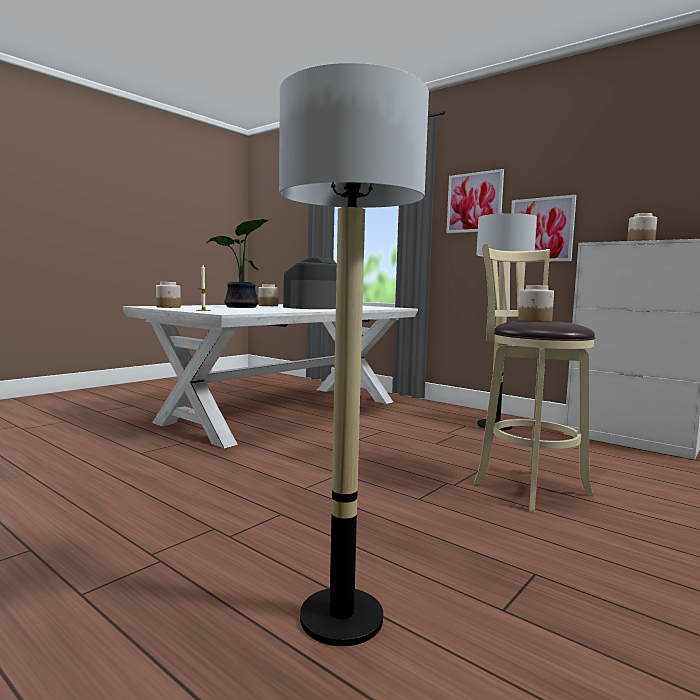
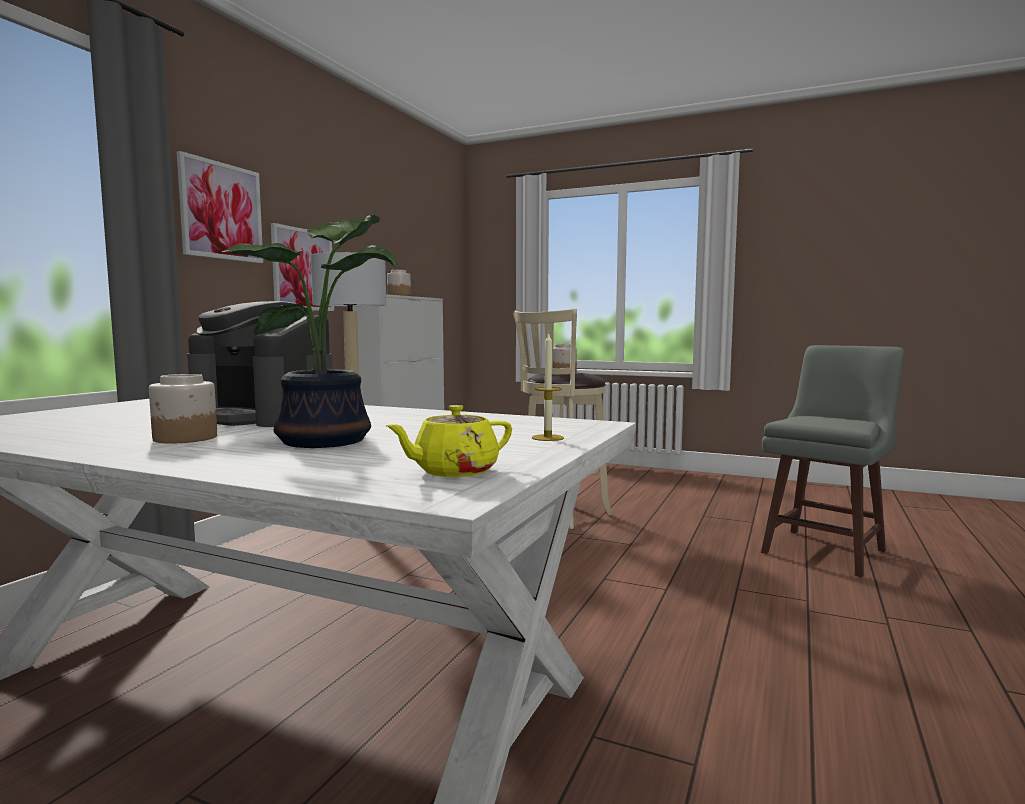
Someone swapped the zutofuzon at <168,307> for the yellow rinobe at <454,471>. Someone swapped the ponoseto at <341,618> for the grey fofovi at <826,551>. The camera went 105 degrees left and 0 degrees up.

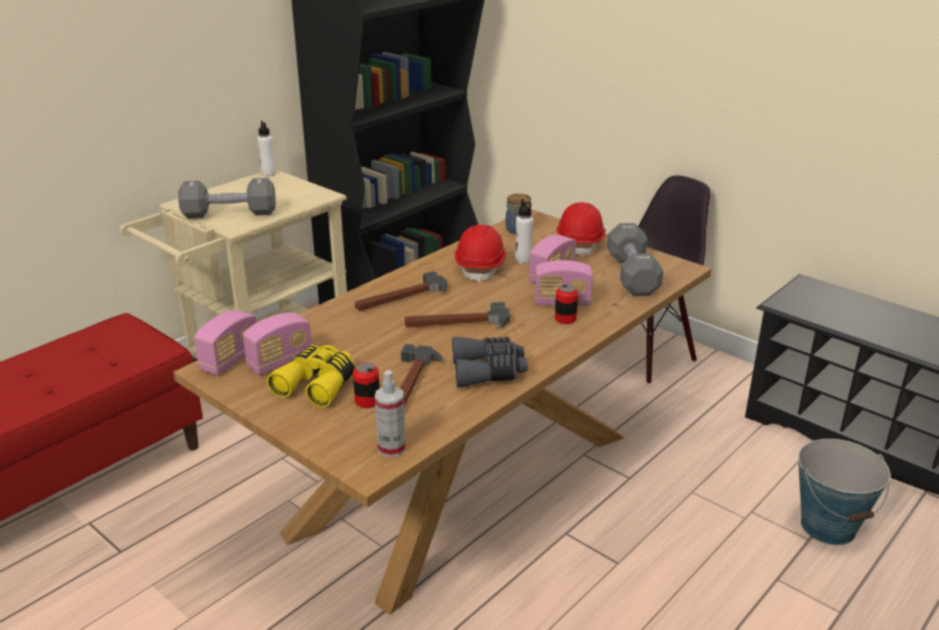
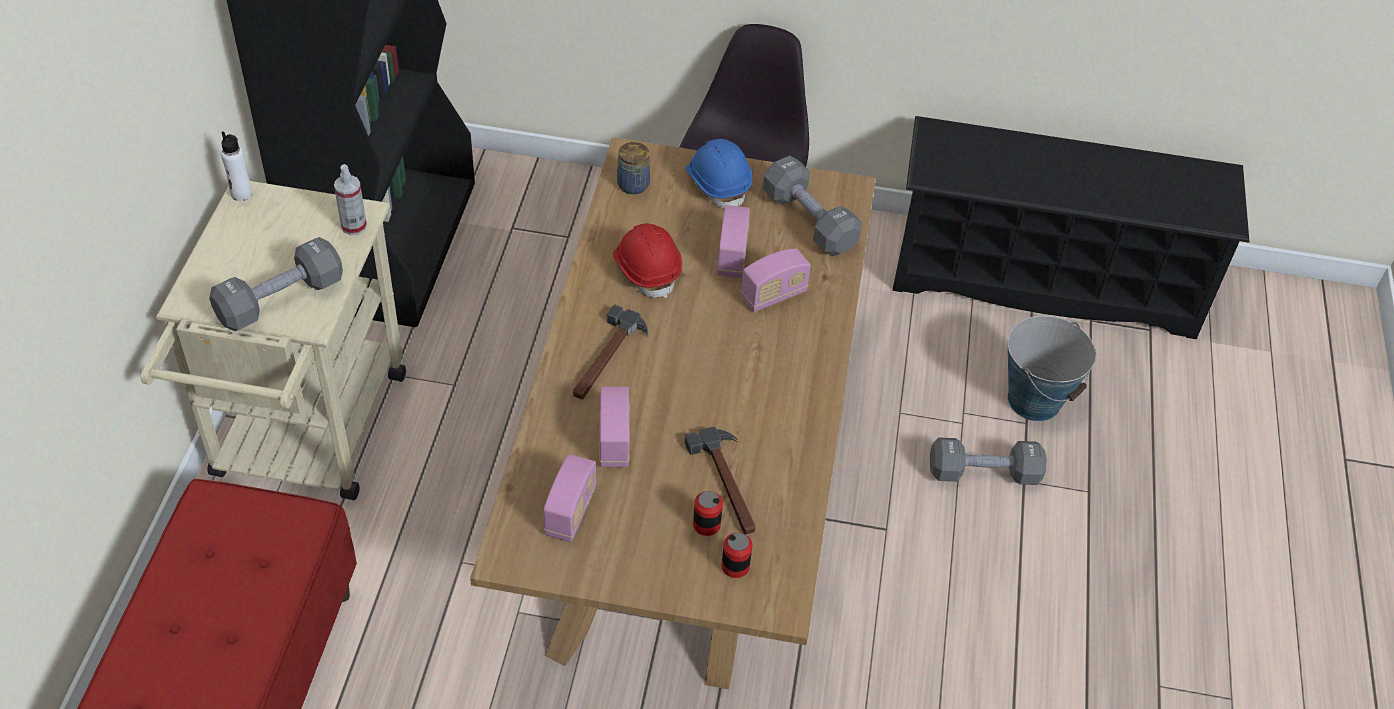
Someone took away the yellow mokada at <318,384>. Someone took away the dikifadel at <457,323>. Someone took away the grey mokada at <488,371>. Someone took away the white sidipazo at <523,259>. Someone put down the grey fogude at <983,473>. Someone carried the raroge from <230,360> to <614,441>. Someone carried the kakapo from <392,448> to <354,226>. Someone carried the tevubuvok from <565,319> to <735,566>. Someone repainted the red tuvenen at <580,243>, which became the blue tuvenen at <718,184>. The camera went 35 degrees left and 20 degrees up.

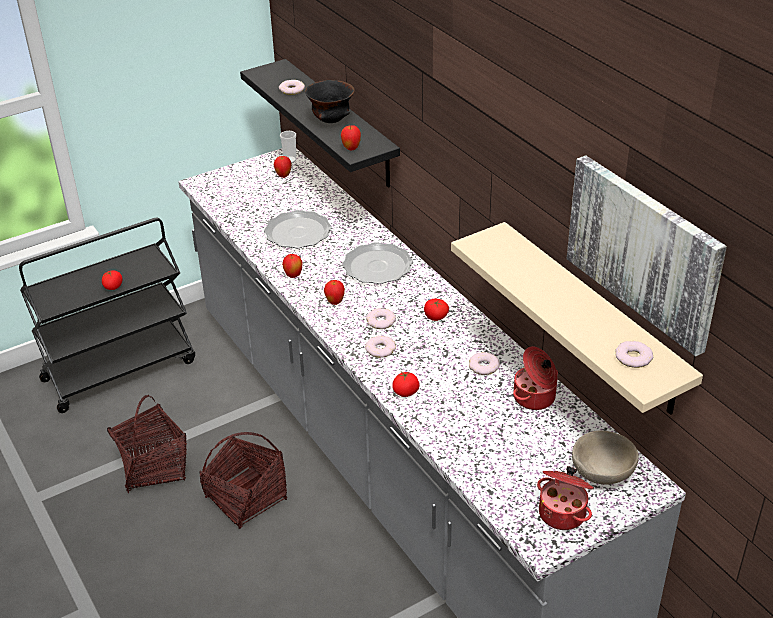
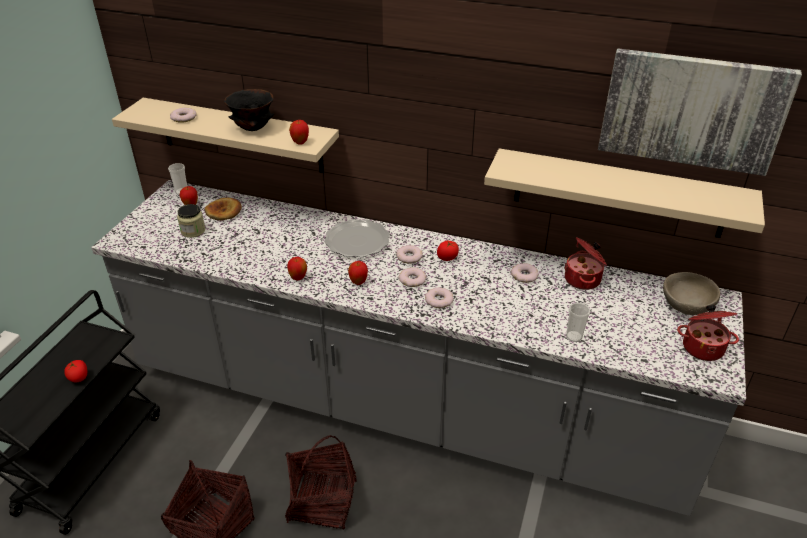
Someone took away the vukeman at <298,232>. Someone took away the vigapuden at <406,392>. Someone put down the zutofuzon at <193,231>. Someone put down the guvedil at <224,212>. Someone put down the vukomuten at <574,336>. Someone carried the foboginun from <633,357> to <409,257>. Someone repainted the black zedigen at <340,123>, which became the beige zedigen at <240,135>. The camera went 40 degrees left and 0 degrees up.

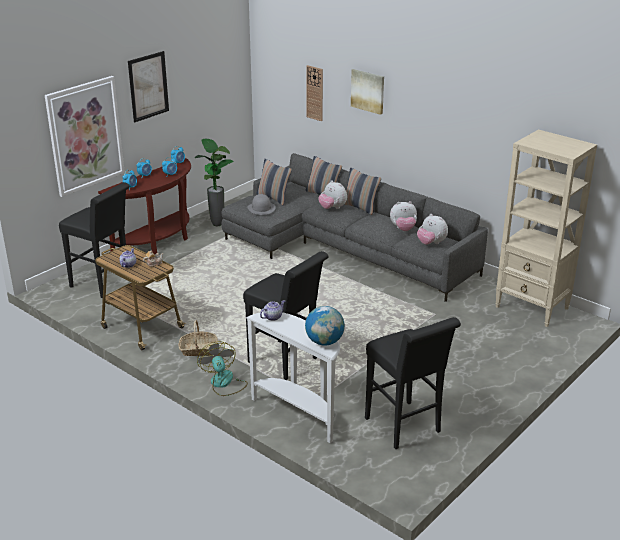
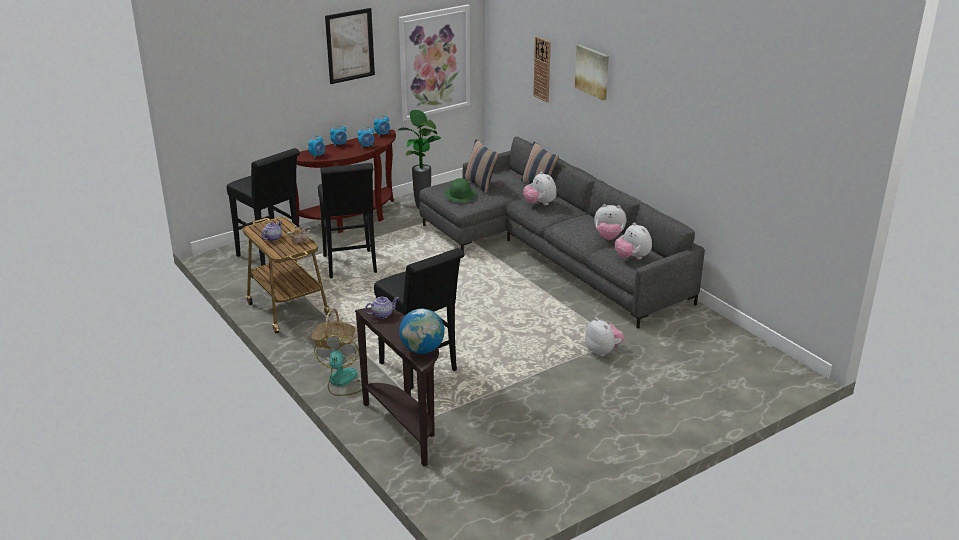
Someone took away the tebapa at <360,207>. Someone took away the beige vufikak at <532,308>. Someone put down the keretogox at <603,351>. Someone carried the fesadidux from <85,135> to <434,62>. Someone carried the black fofovi from <405,428> to <350,267>. Someone repainted the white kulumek at <298,413>, which became the brown kulumek at <405,428>. Someone repainted the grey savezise at <261,208>, which became the green savezise at <460,194>. The camera went 15 degrees right and 0 degrees up.

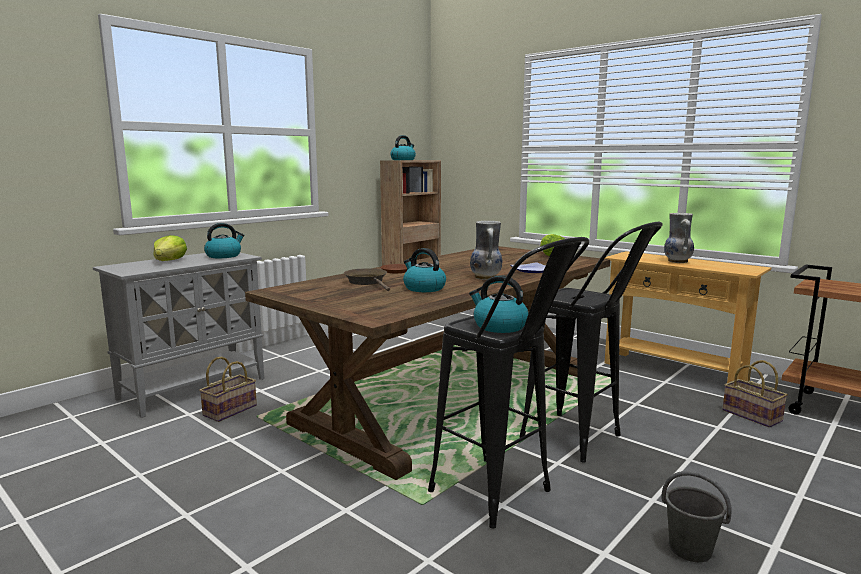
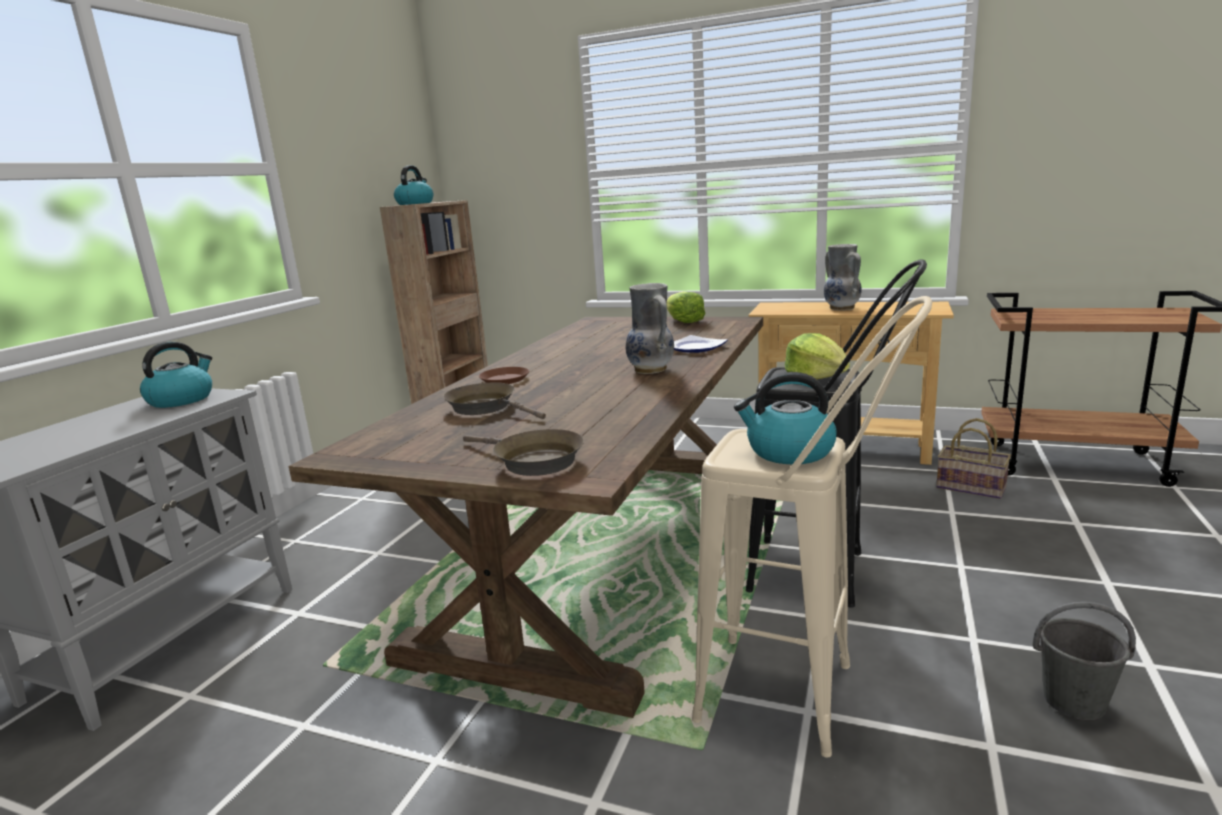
Someone took away the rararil at <230,410>. Someone took away the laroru at <423,288>. Someone put down the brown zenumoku at <533,461>. Someone carried the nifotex from <170,261> to <816,378>. Someone repainted the black fofovi at <504,499>, which became the beige fofovi at <803,699>. The camera went 20 degrees left and 5 degrees up.

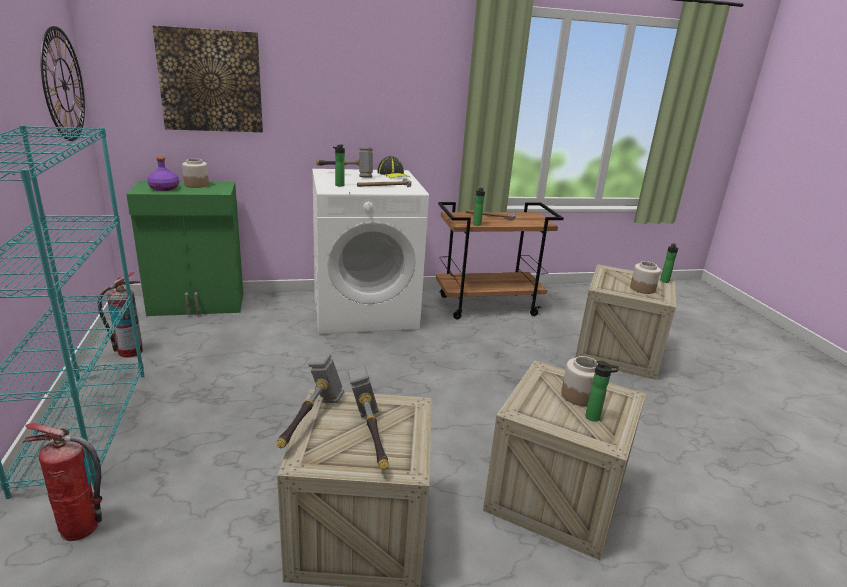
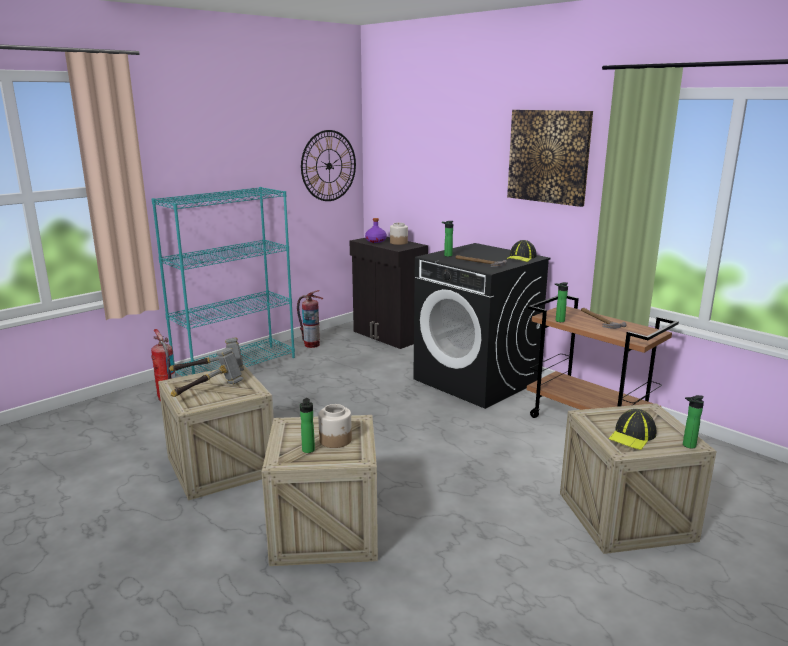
Someone took away the dikifadel at <346,175>. Someone carried the fesadidux from <211,81> to <548,156>. Someone swapped the zutofuzon at <642,289> for the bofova at <632,436>. Someone repainted the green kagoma at <197,304>, which became the black kagoma at <388,336>. Someone repainted the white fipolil at <365,310>, which became the black fipolil at <477,381>. The camera went 60 degrees right and 5 degrees down.

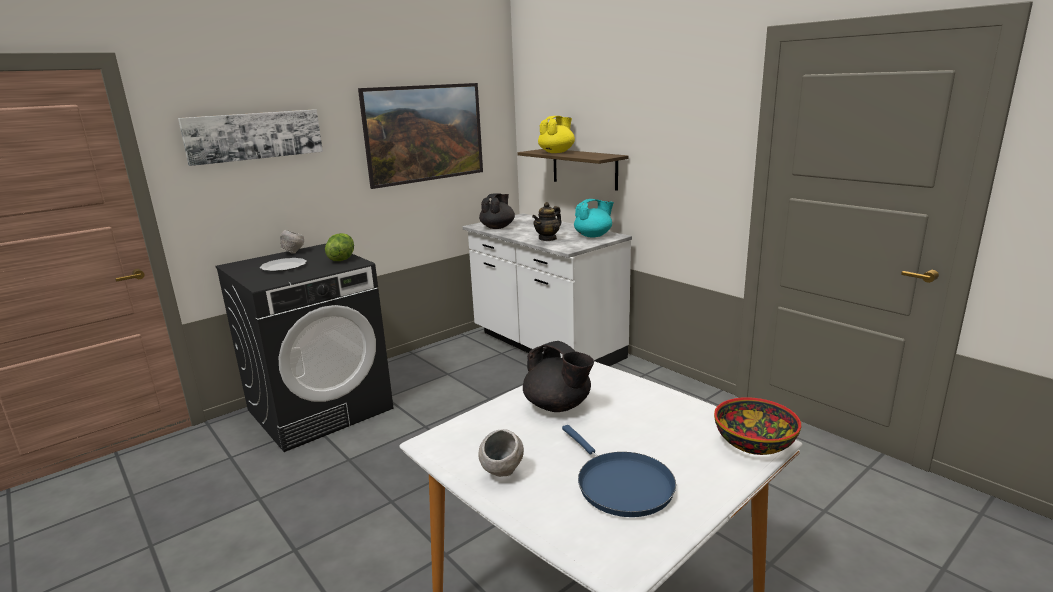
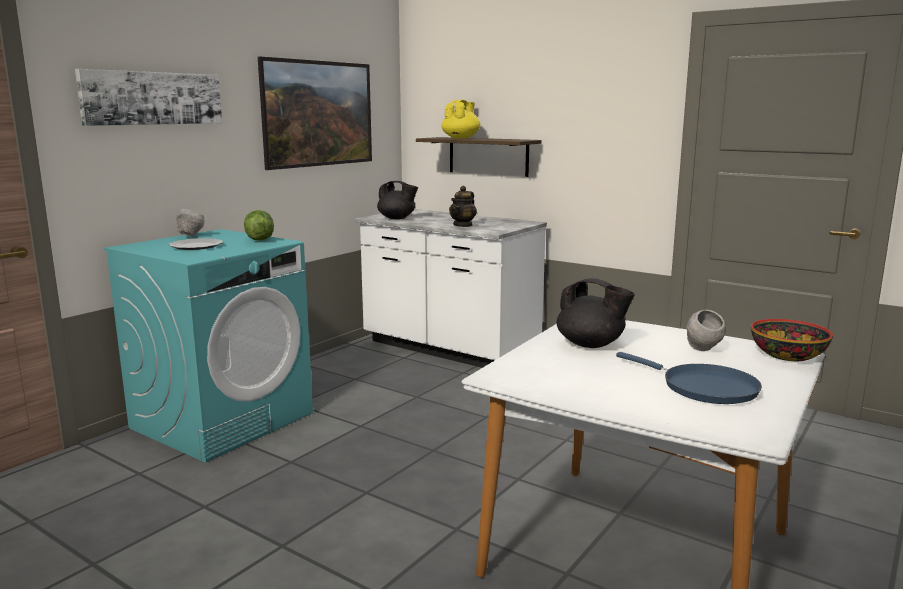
Someone took away the turquoise rinobe at <593,236>. Someone carried the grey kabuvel from <502,475> to <703,350>. Someone repainted the black fipolil at <320,409>, which became the turquoise fipolil at <223,420>. Someone rotated the black rinobe at <498,227> by 105 degrees clockwise. The camera went 15 degrees left and 5 degrees down.

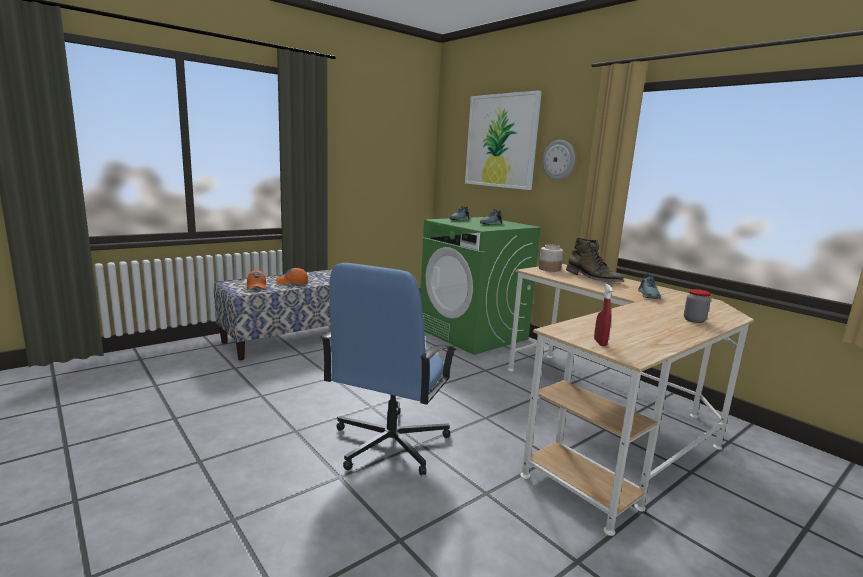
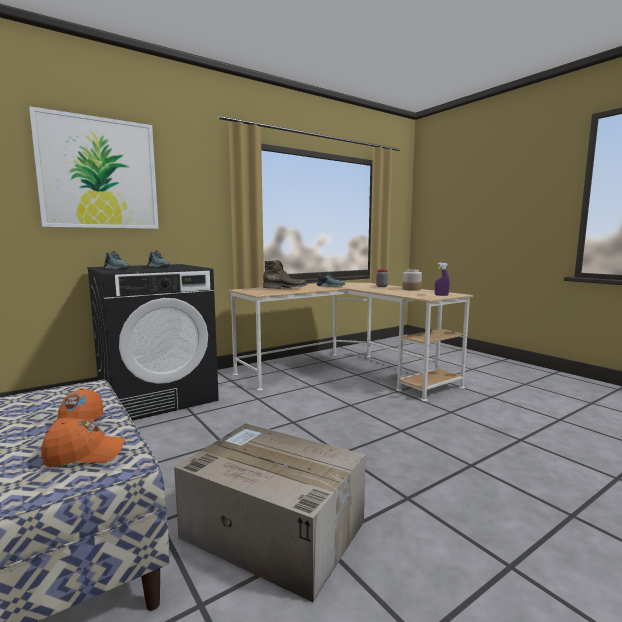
Someone took away the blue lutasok at <389,444>. Someone took away the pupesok at <559,160>. Someone put down the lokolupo at <271,529>. Someone carried the zutofuzon from <549,269> to <411,289>. Someone repainted the green fipolil at <473,334>, which became the black fipolil at <158,397>. Someone repainted the red kakapo at <600,342>, which became the purple kakapo at <441,295>. The camera went 85 degrees left and 5 degrees down.

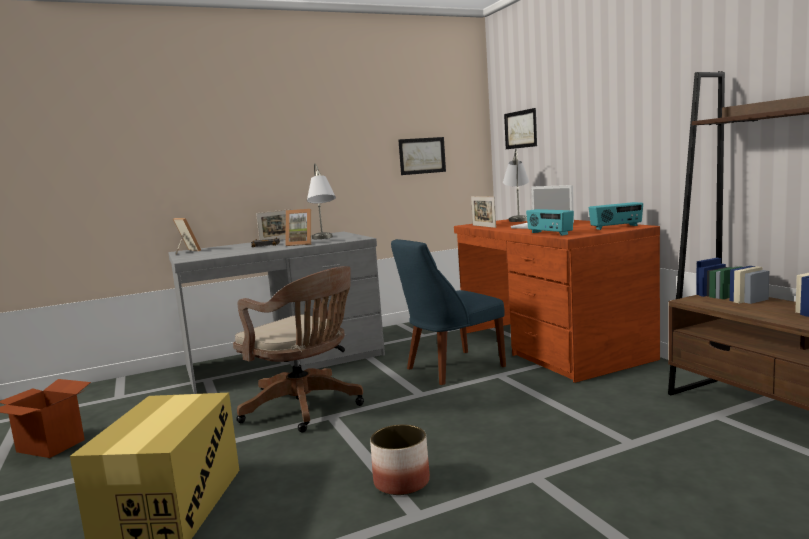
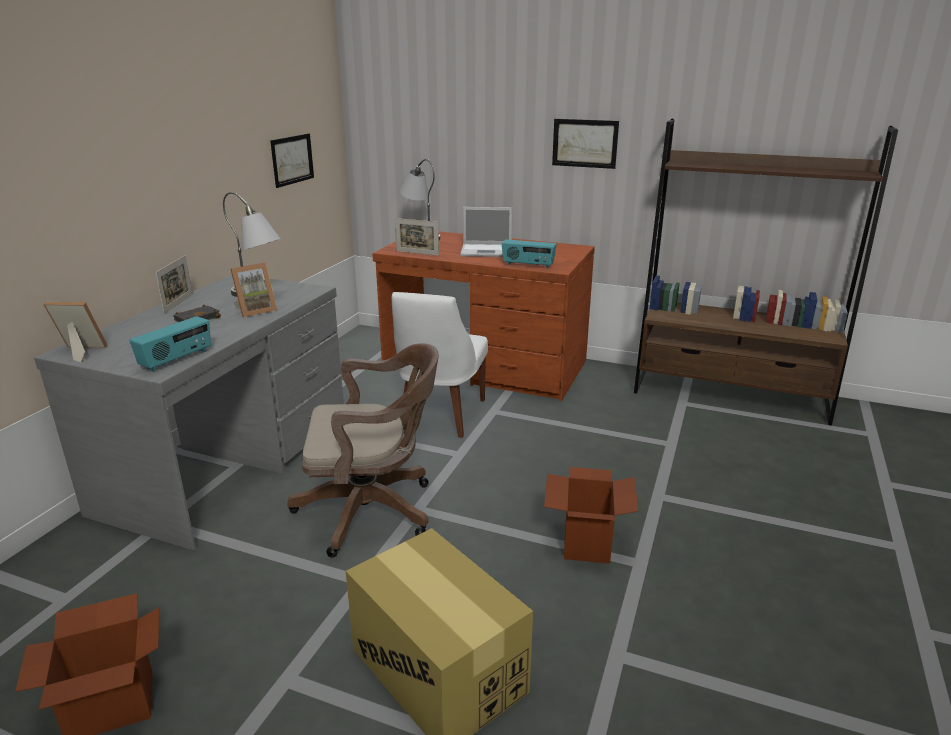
Someone carried the fesadidux from <520,129> to <585,143>. Someone carried the raroge from <616,227> to <177,360>. Someone swapped the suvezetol at <402,482> for the lokolupo at <586,542>. Someone repainted the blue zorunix at <451,368>, which became the white zorunix at <440,416>. The camera went 45 degrees left and 15 degrees up.

